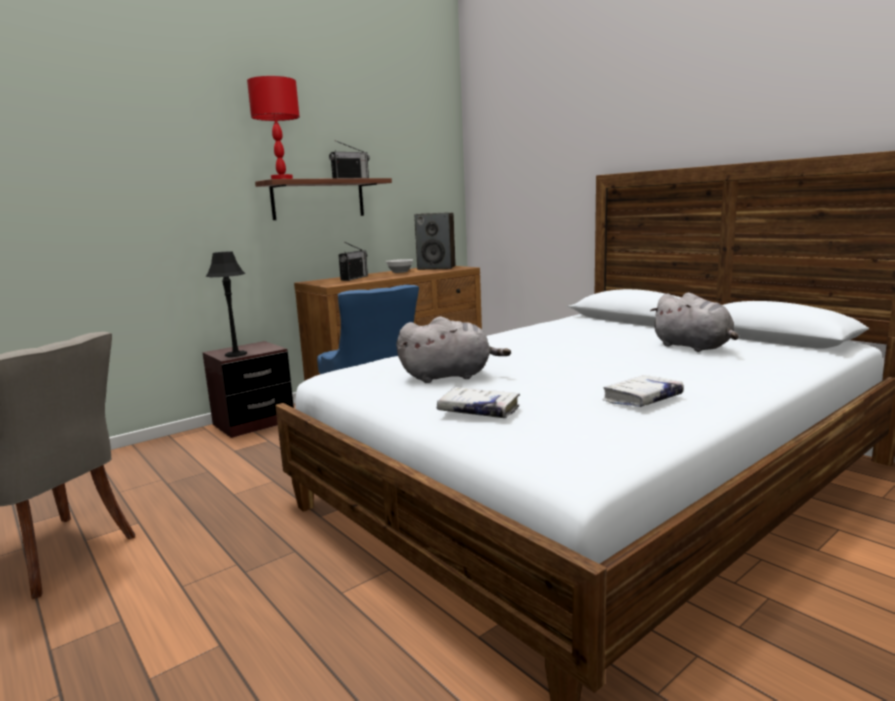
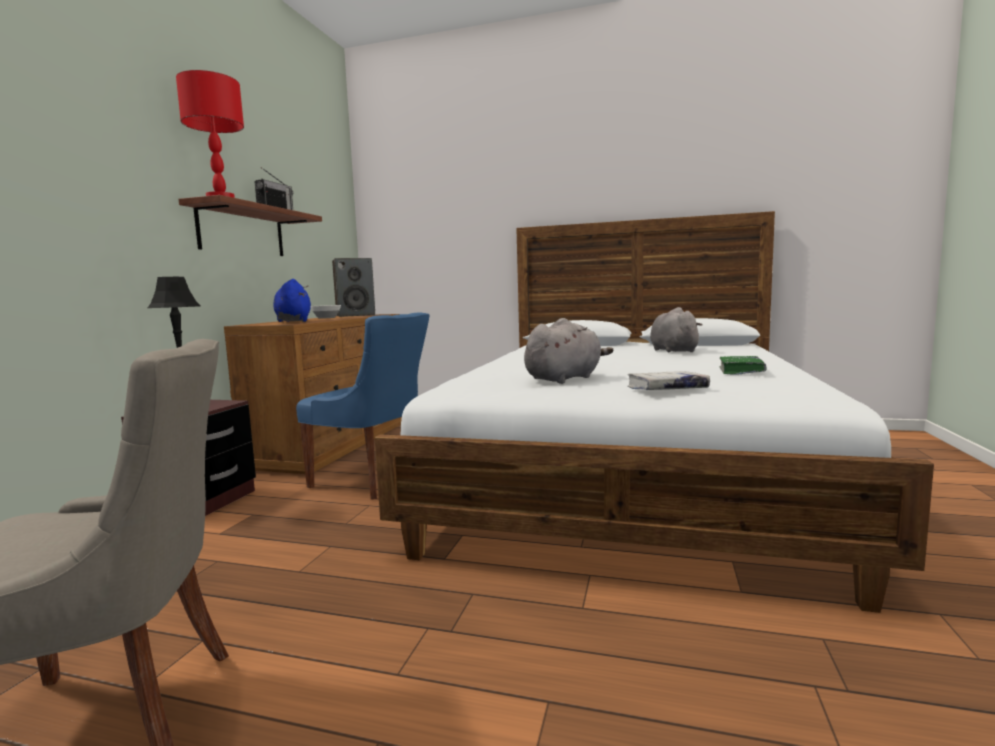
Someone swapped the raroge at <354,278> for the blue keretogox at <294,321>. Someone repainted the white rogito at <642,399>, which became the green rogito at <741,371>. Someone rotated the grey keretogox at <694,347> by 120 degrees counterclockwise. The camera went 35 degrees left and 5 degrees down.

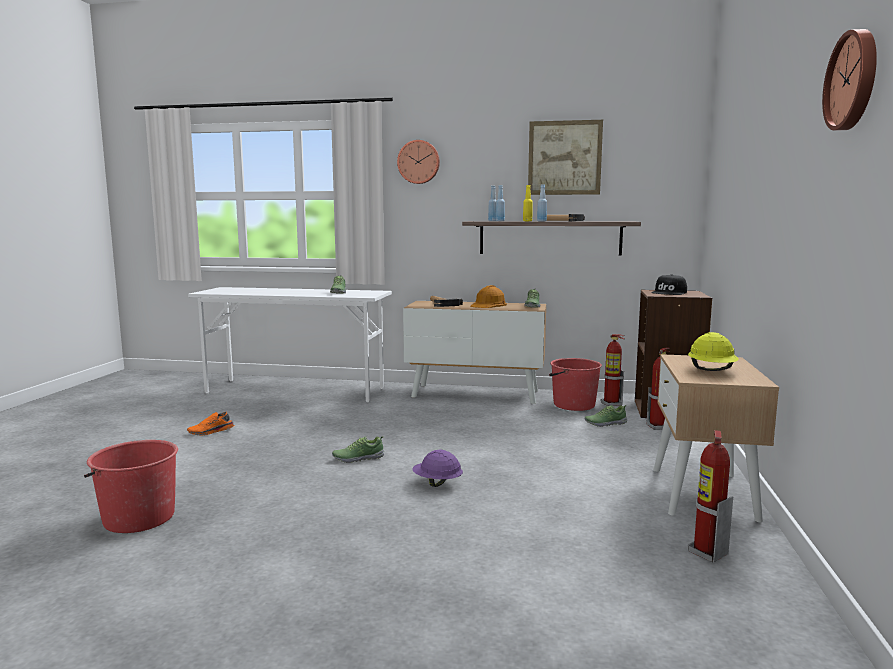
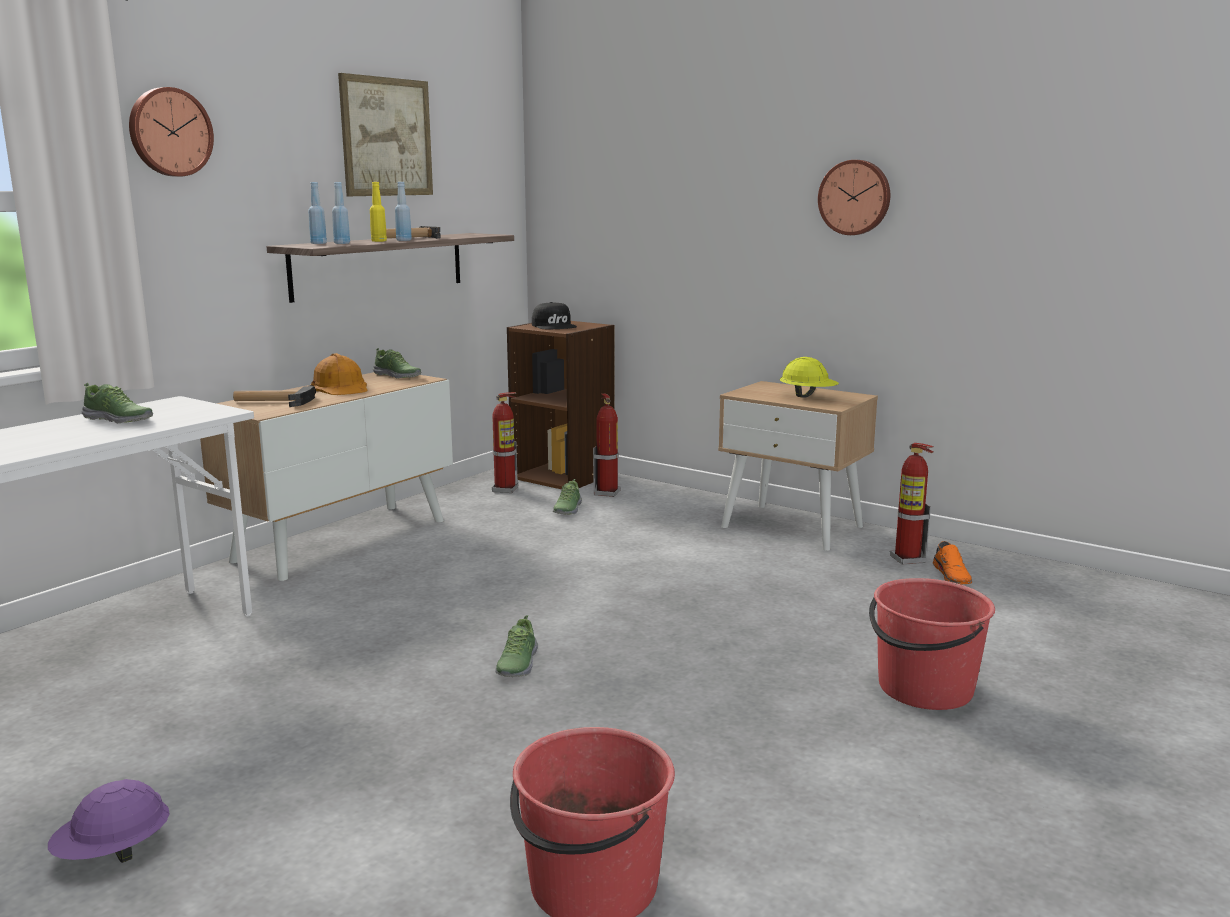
Someone carried the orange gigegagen from <211,432> to <952,576>. Someone carried the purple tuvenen from <437,483> to <114,853>. Someone carried the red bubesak from <573,405> to <924,689>. Someone carried the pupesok from <854,80> to <855,197>. The camera went 65 degrees left and 5 degrees up.

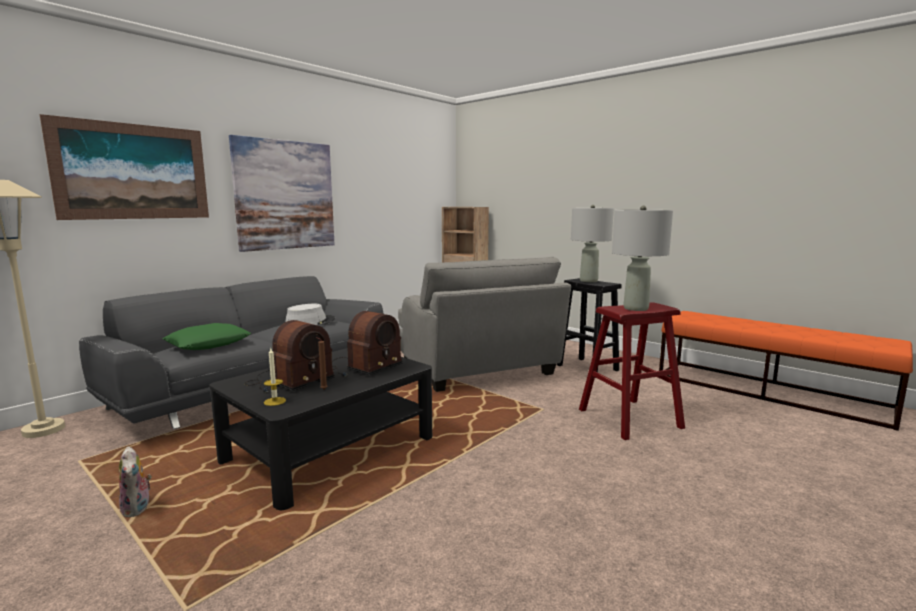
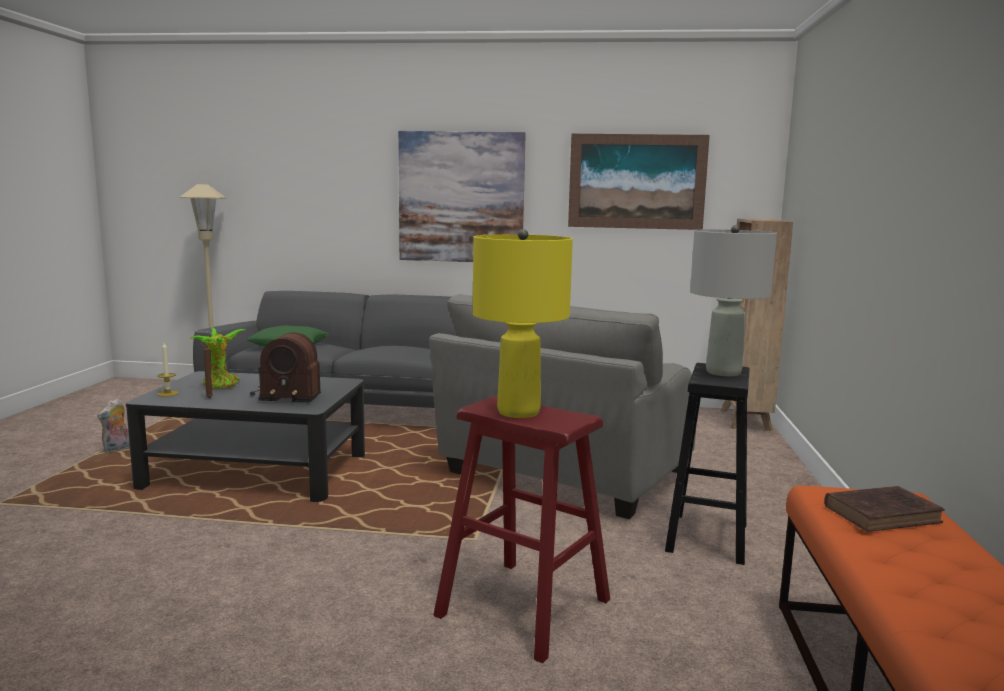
Someone took away the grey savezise at <310,322>. Someone put down the brown rogito at <884,514>. Someone carried the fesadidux from <133,172> to <637,181>. Someone swapped the raroge at <288,381> for the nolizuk at <221,385>. Someone repainted the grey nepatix at <636,308>, which became the yellow nepatix at <518,412>. The camera went 55 degrees right and 0 degrees up.

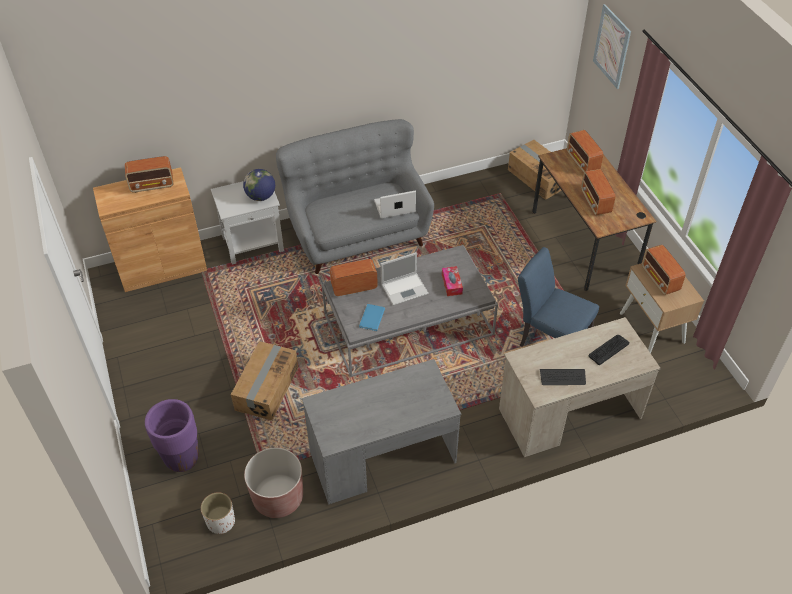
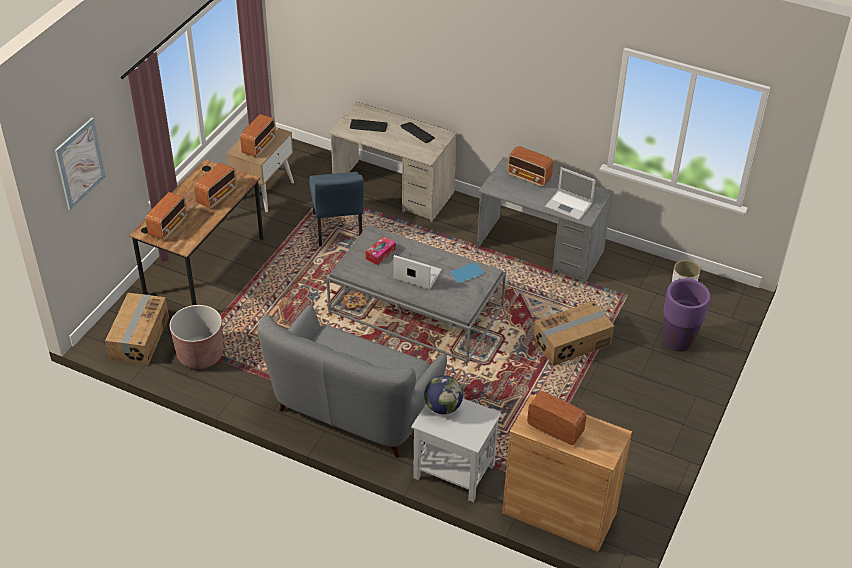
Someone carried the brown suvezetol from <278,497> to <200,354>. Someone carried the raroge from <353,287> to <529,177>. Someone carried the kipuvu from <393,207> to <569,205>. The camera went 135 degrees left and 5 degrees down.

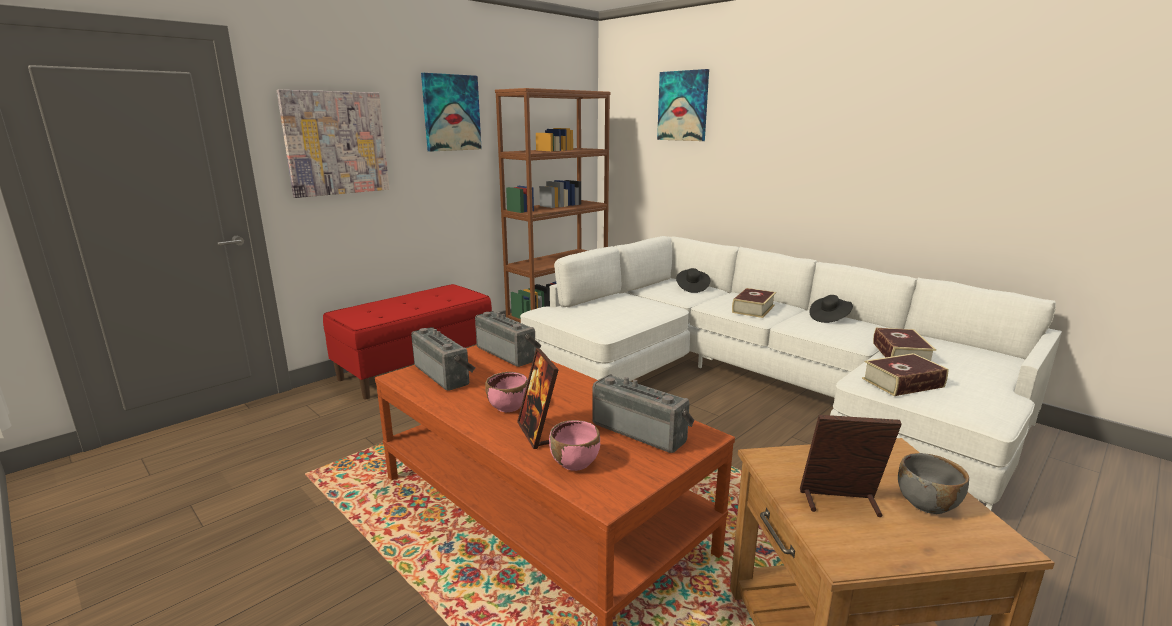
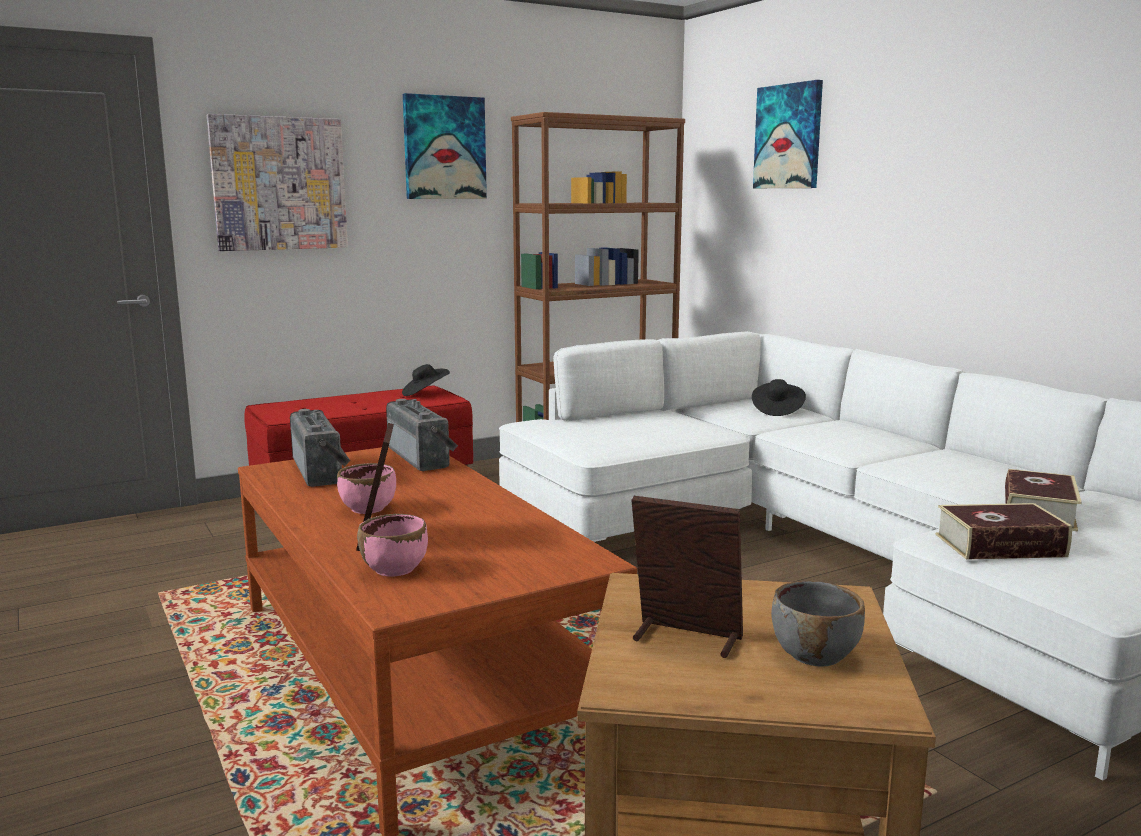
Someone took away the raroge at <641,431>. Someone took away the rogito at <753,309>. Someone carried the black savezise from <829,318> to <425,393>. The camera went 15 degrees right and 5 degrees down.

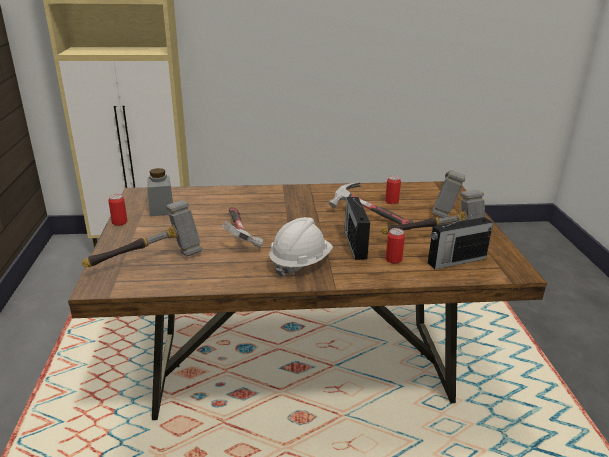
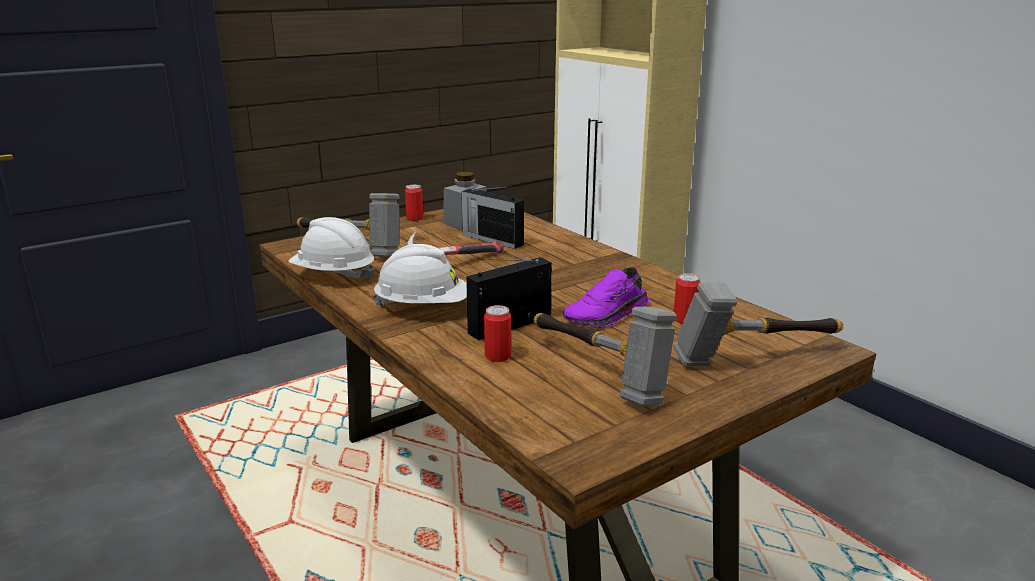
Someone put down the white tuvenen at <333,275>. Someone carried the raroge from <455,261> to <491,239>. Someone swapped the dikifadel at <369,216> for the purple gigegagen at <607,316>. The camera went 60 degrees right and 5 degrees down.

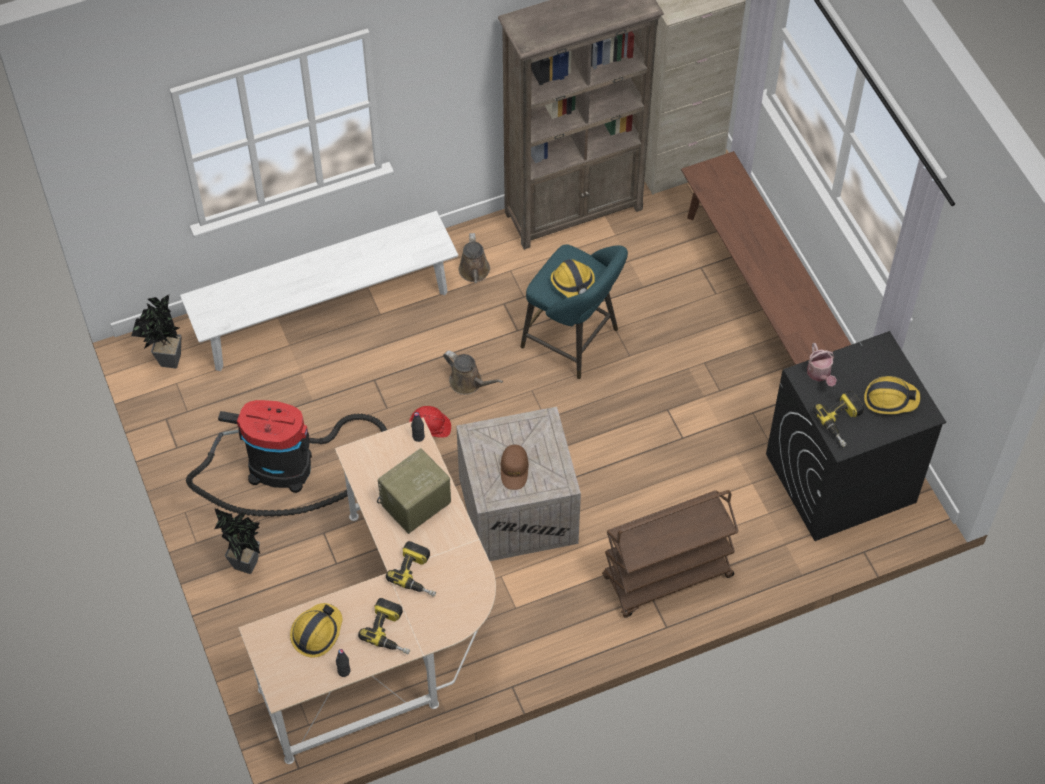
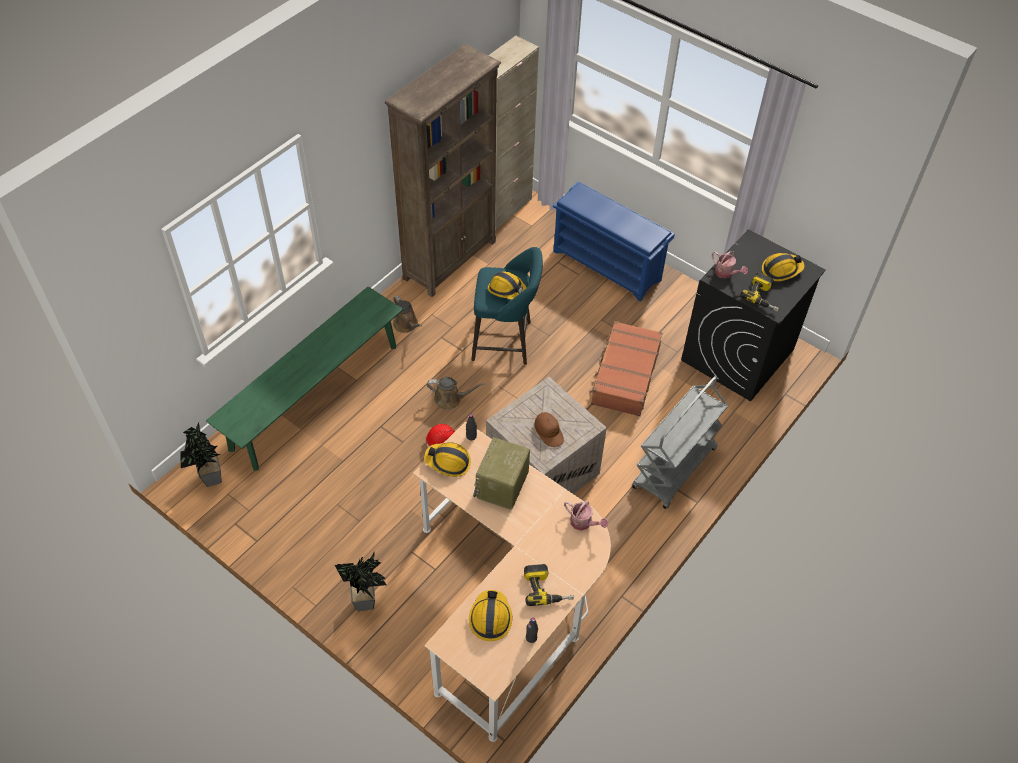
Someone took away the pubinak at <288,468>. Someone took away the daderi at <418,573>. Someone put down the tuvenen at <448,462>. Someone put down the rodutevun at <583,523>. Someone put down the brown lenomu at <624,375>. Someone swapped the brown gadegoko at <759,297> for the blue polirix at <608,265>. Someone repainted the white gadegoko at <325,314>, which became the green gadegoko at <315,396>. Someone repainted the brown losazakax at <667,578>, which became the grey losazakax at <674,469>. The camera went 30 degrees left and 5 degrees down.

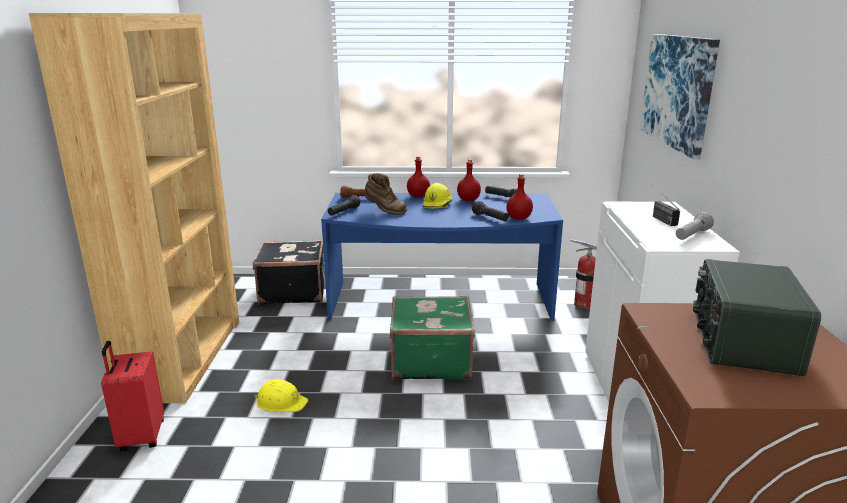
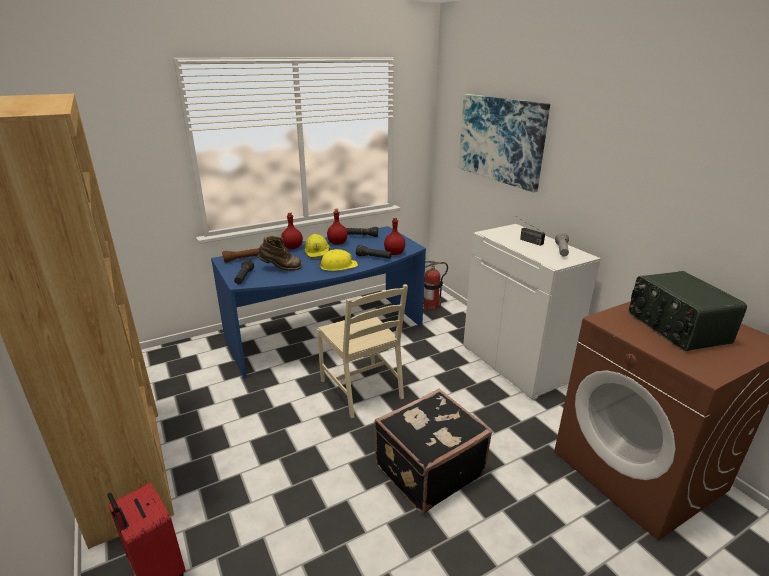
Someone carried the black lenomu from <292,292> to <427,469>. Someone carried the yellow tuvenen from <281,402> to <338,266>. Someone swapped the green lenomu at <430,361> for the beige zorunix at <362,389>. The camera went 30 degrees left and 5 degrees up.

